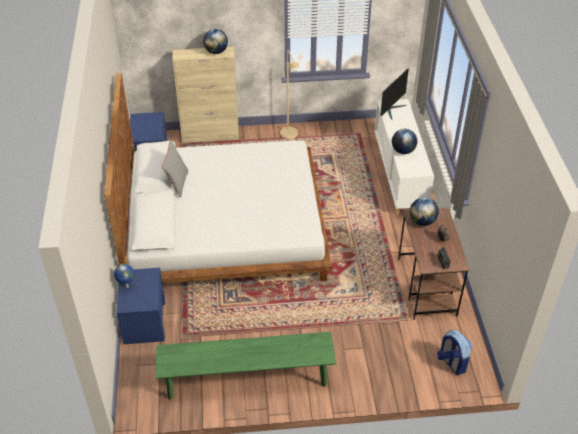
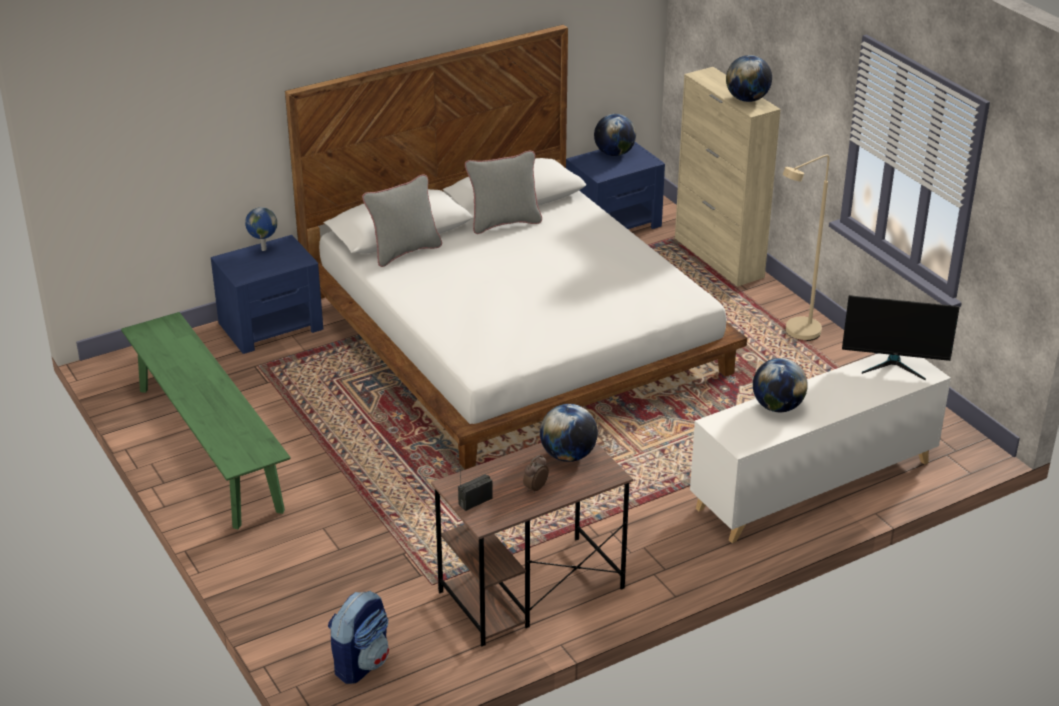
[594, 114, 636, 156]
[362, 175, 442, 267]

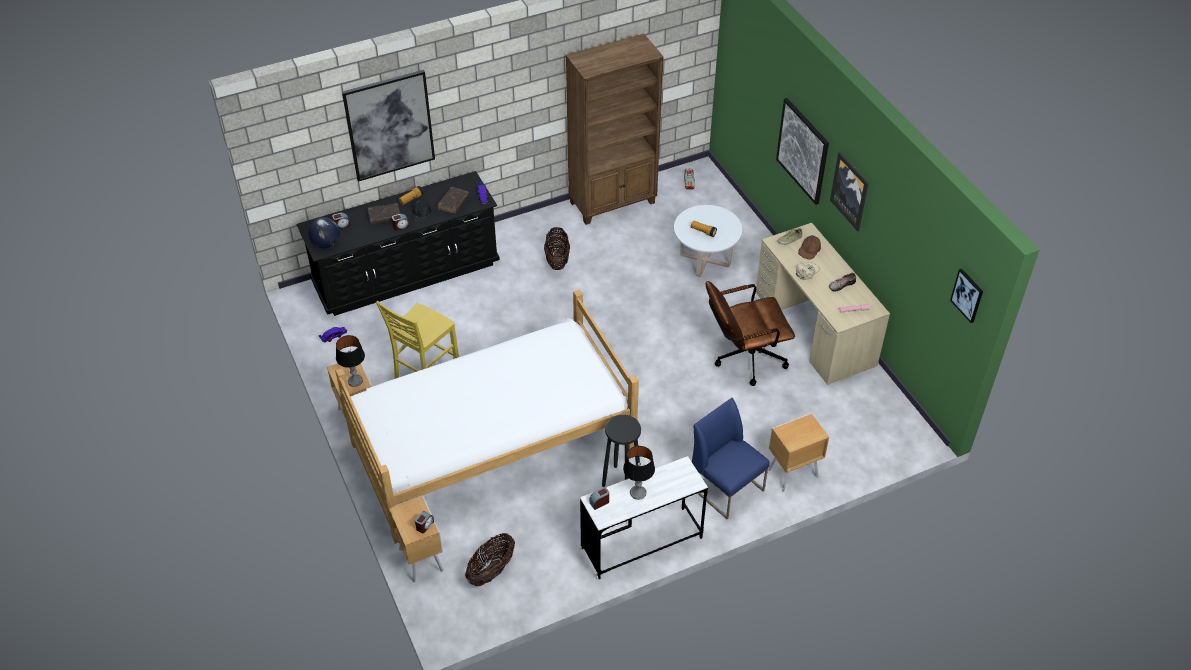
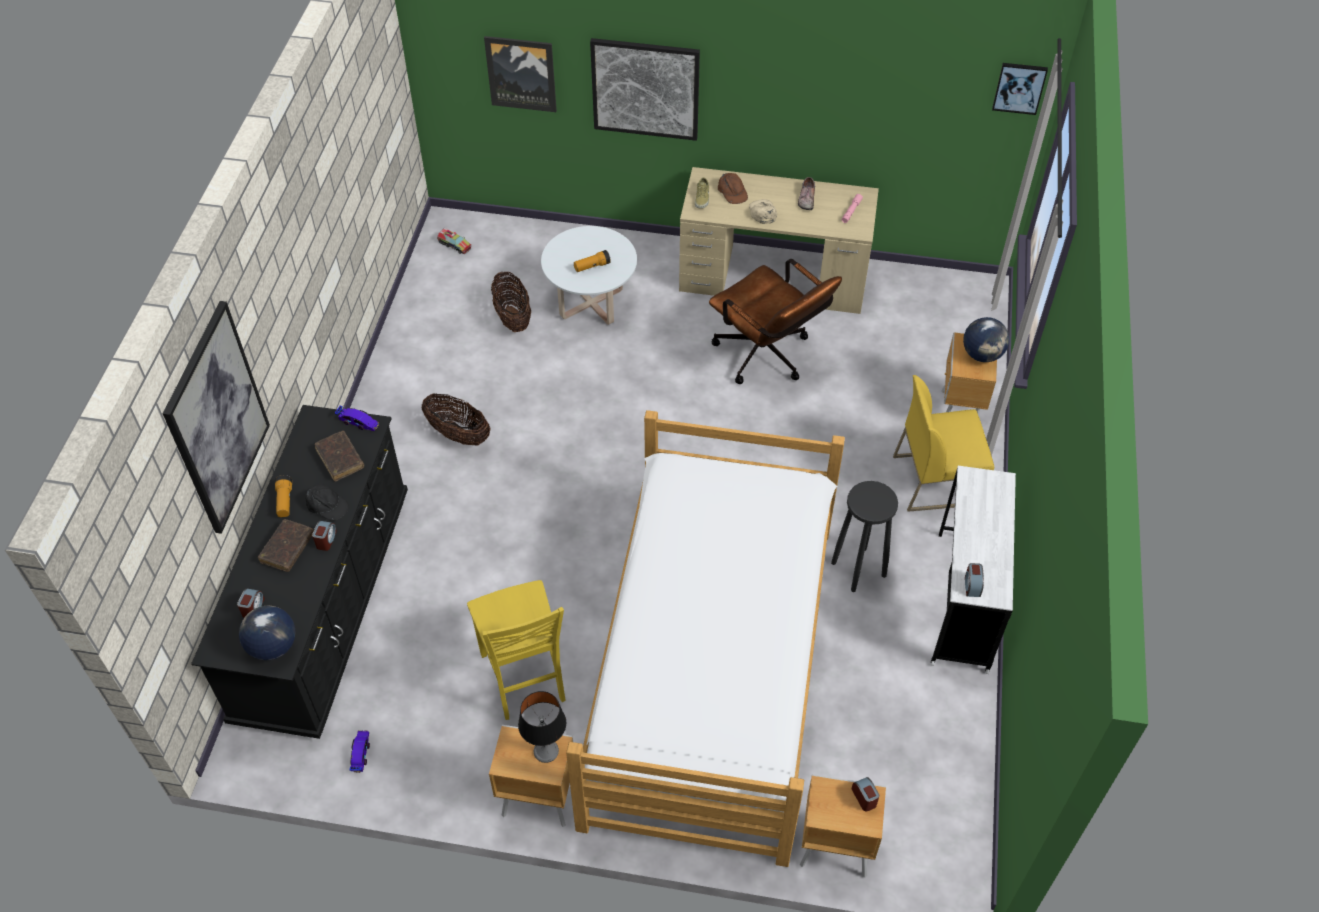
[566, 34, 664, 225] (first image)
[484, 36, 557, 112]
[709, 259, 842, 384]
[893, 375, 994, 512]
[623, 446, 655, 500] (first image)
[491, 272, 531, 332]
[963, 317, 1009, 362]

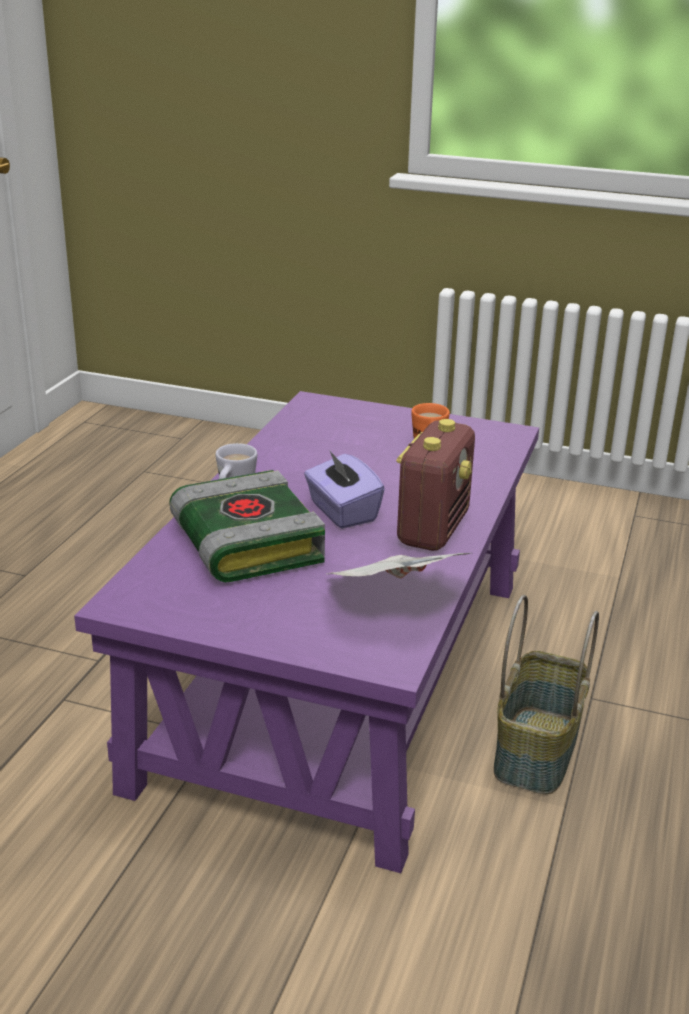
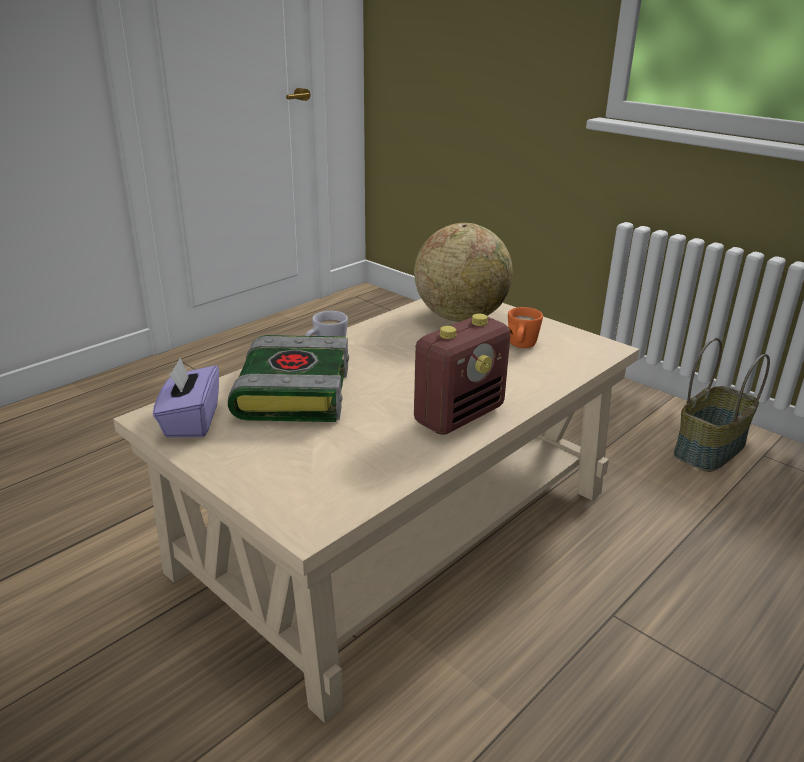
[113, 299, 639, 723]
[153, 358, 219, 437]
[331, 553, 470, 578] (first image)
[674, 338, 770, 472]
[414, 223, 513, 322]

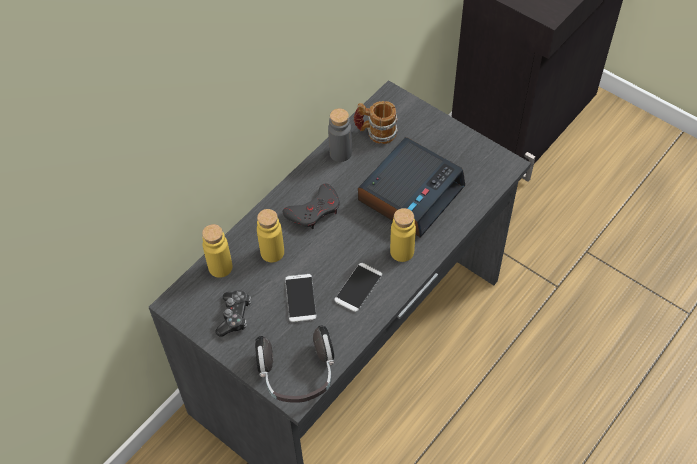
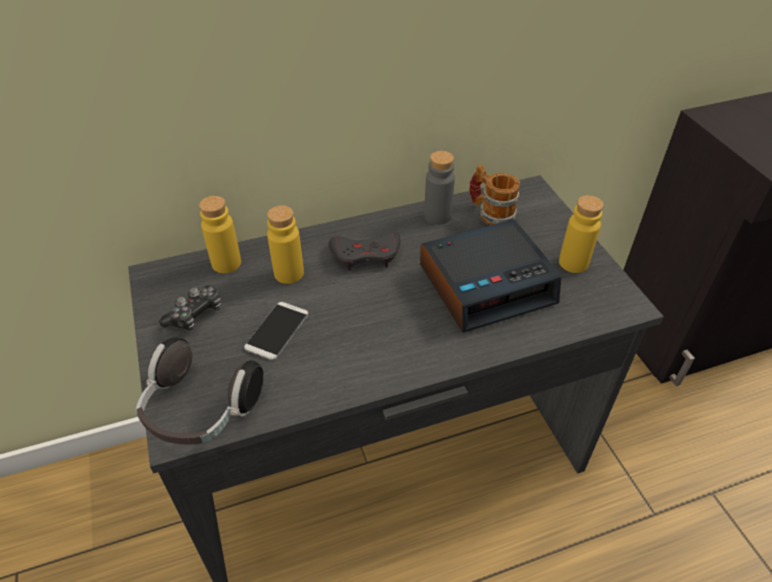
[559, 195, 604, 273]
[334, 263, 382, 312] (first image)

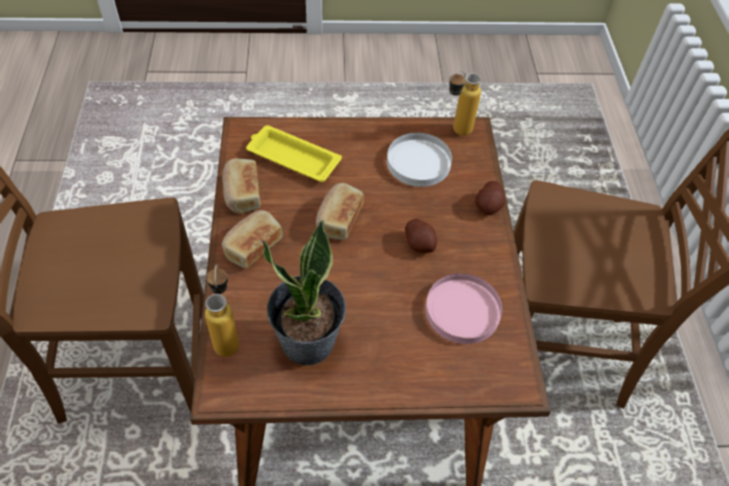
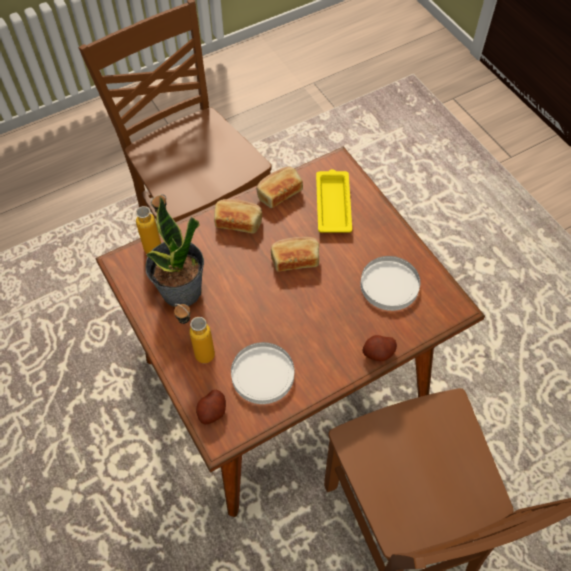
[174, 304, 215, 363]
[196, 390, 226, 424]
[231, 342, 294, 404]

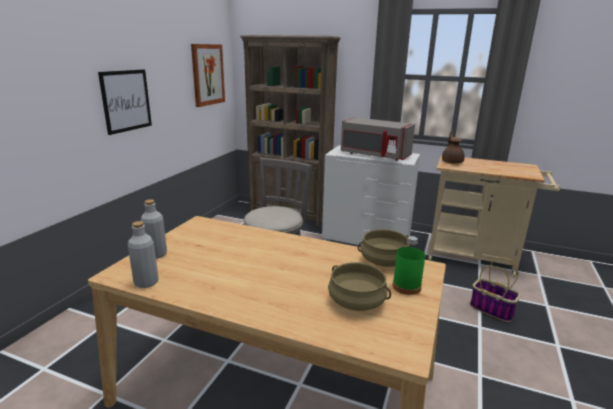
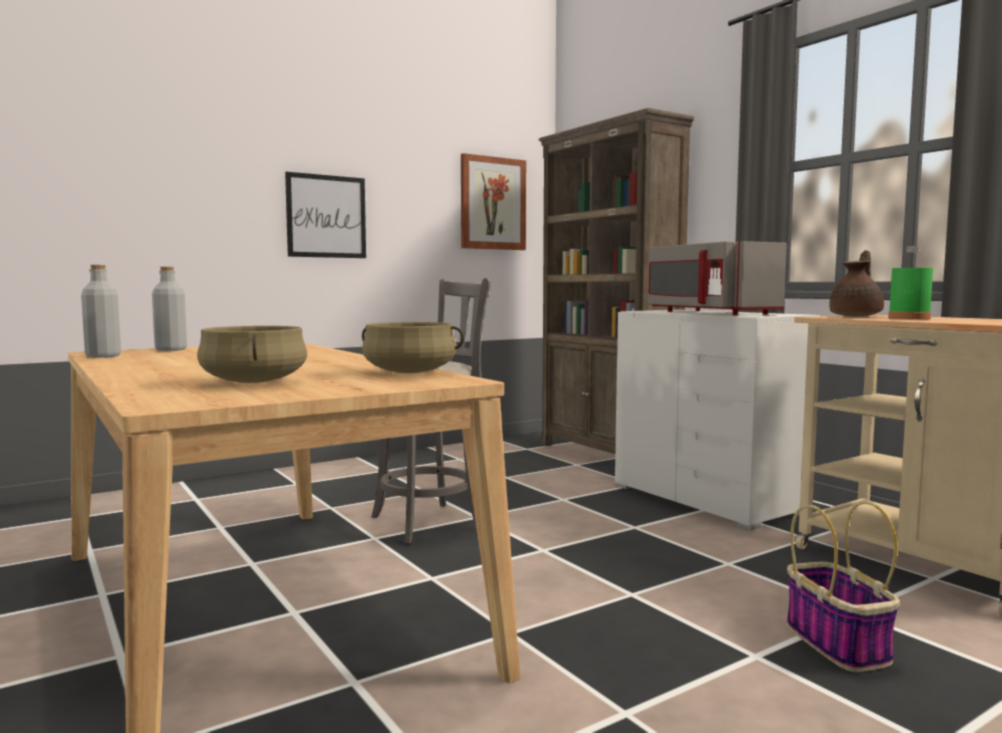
[888, 246, 933, 319]

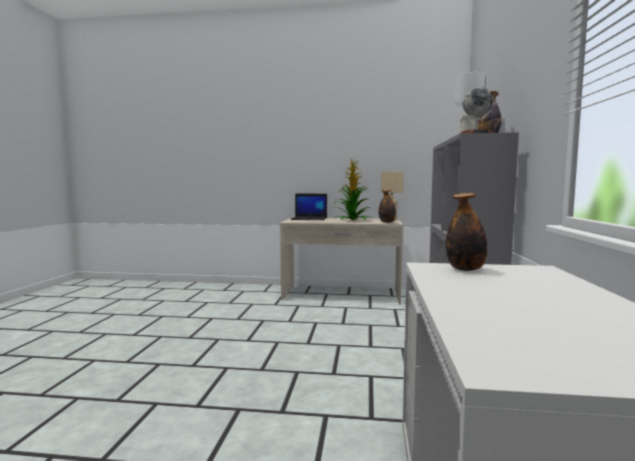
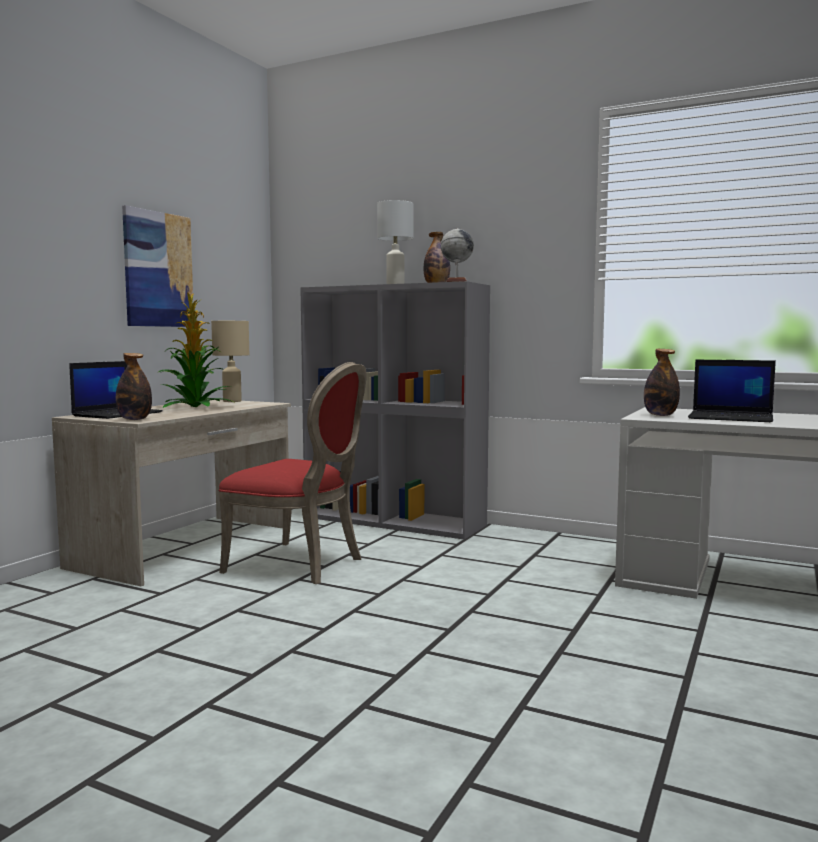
[116, 353, 152, 420]
[122, 205, 193, 327]
[688, 360, 776, 422]
[219, 362, 367, 584]

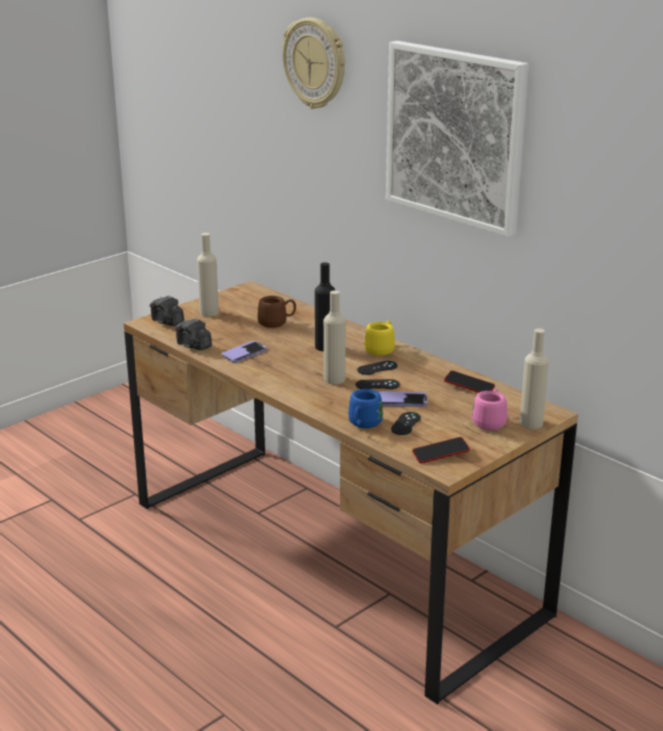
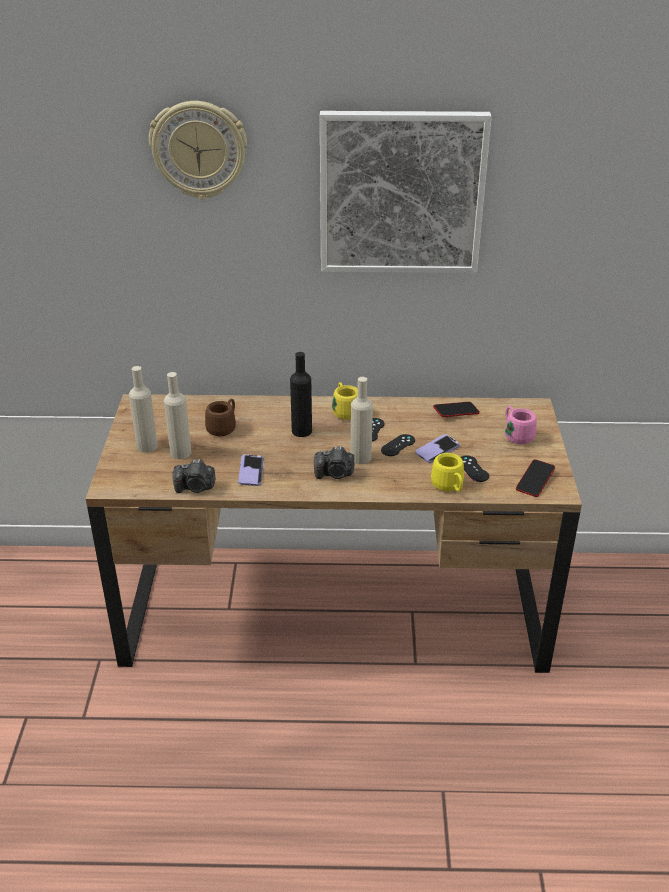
[314, 446, 355, 479]
[164, 372, 191, 459]
[431, 453, 464, 492]

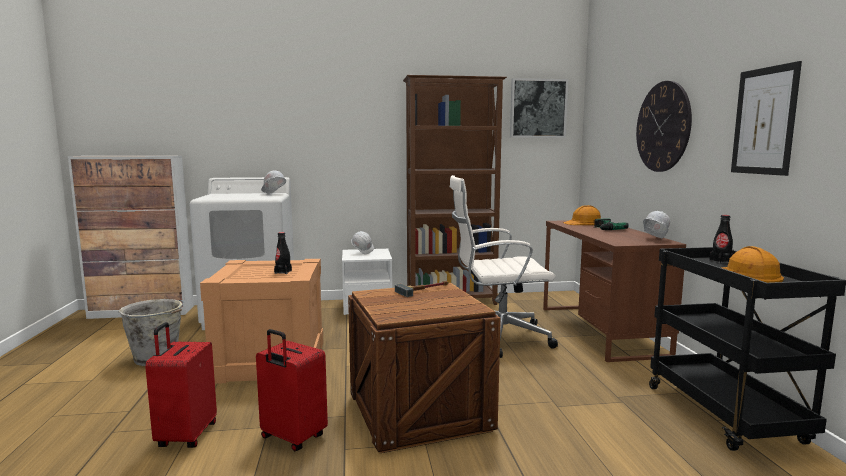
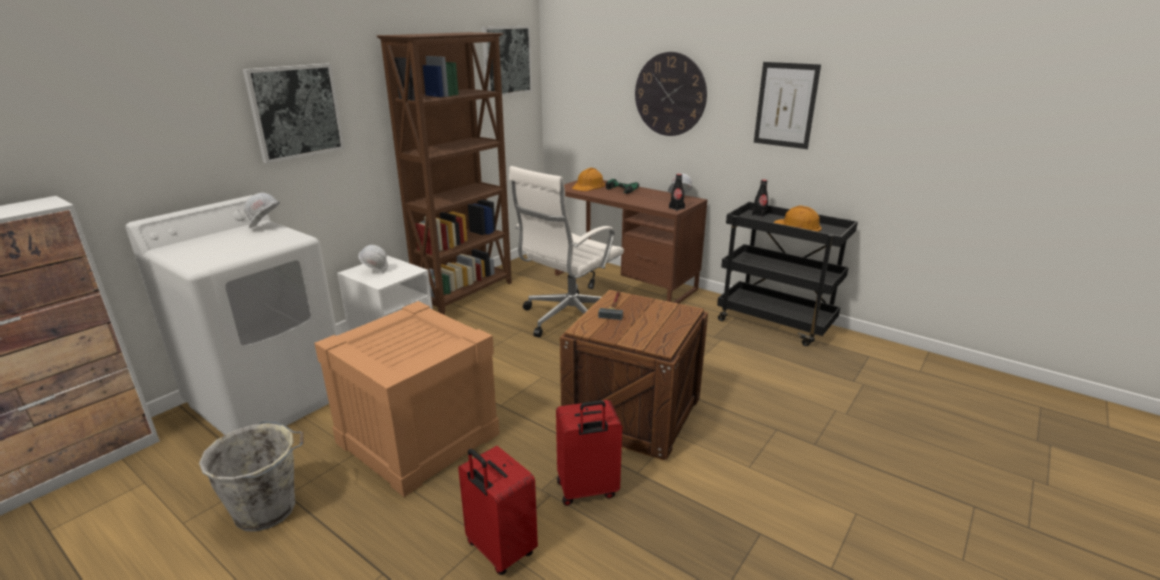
[669, 174, 685, 211]
[243, 63, 345, 163]

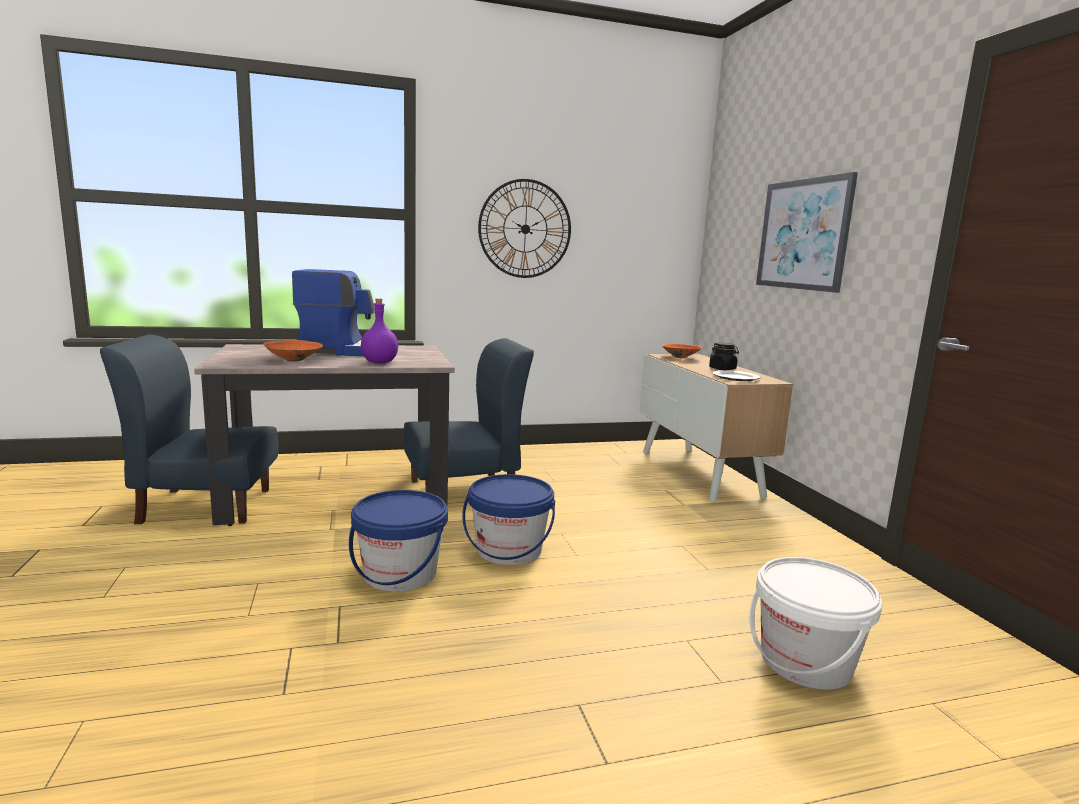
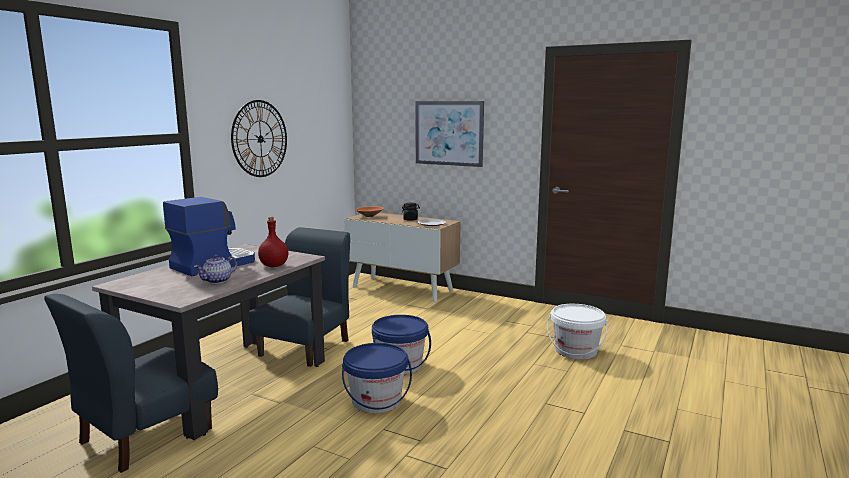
[258, 217, 288, 267]
[194, 255, 237, 284]

